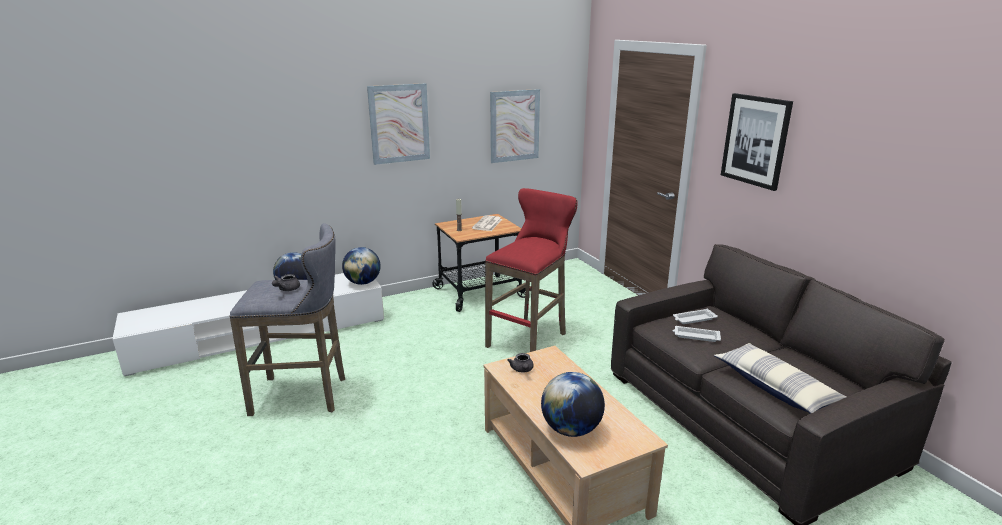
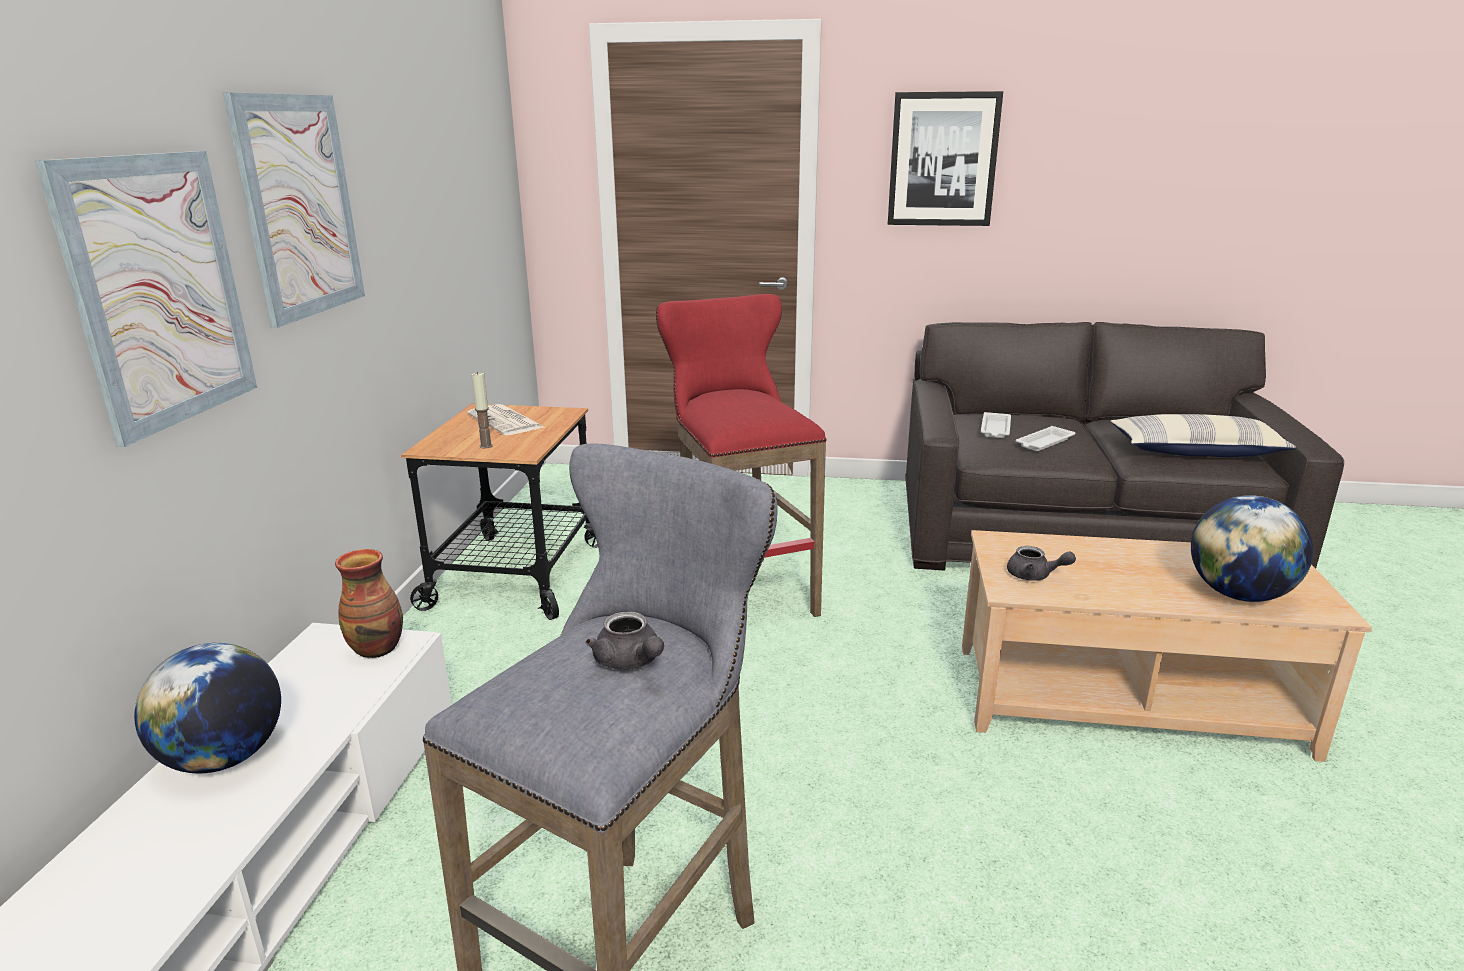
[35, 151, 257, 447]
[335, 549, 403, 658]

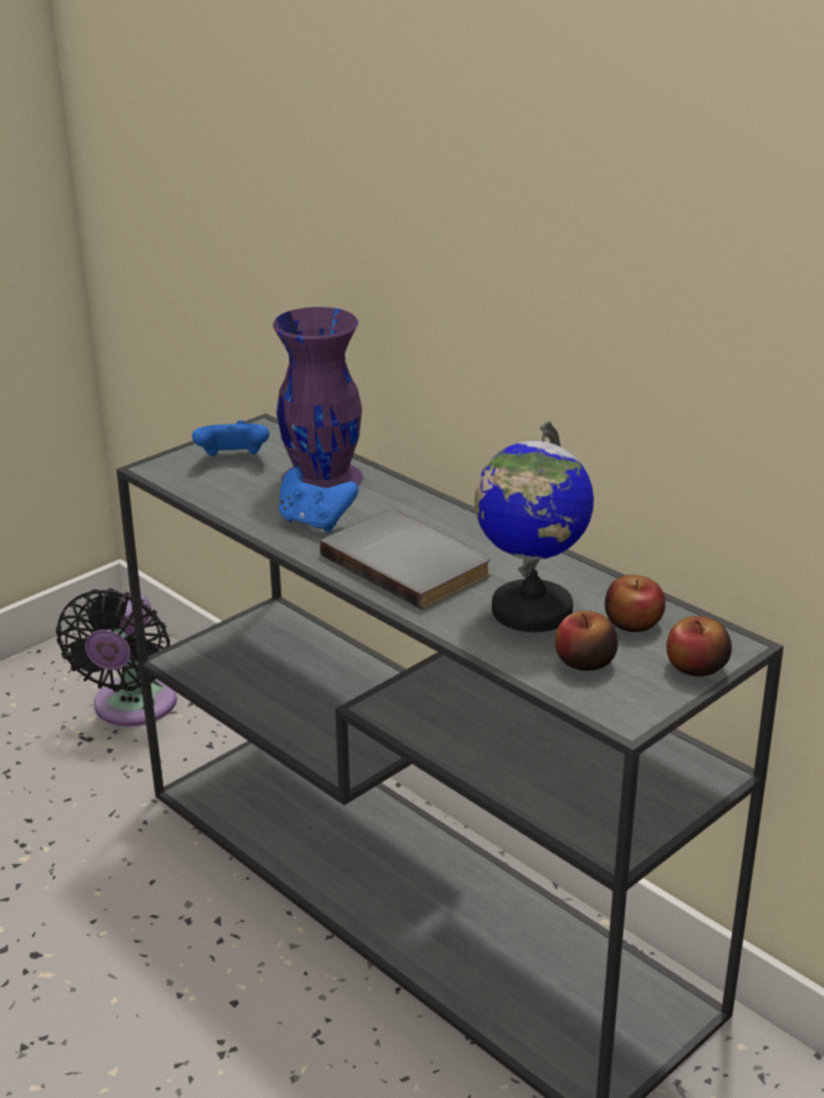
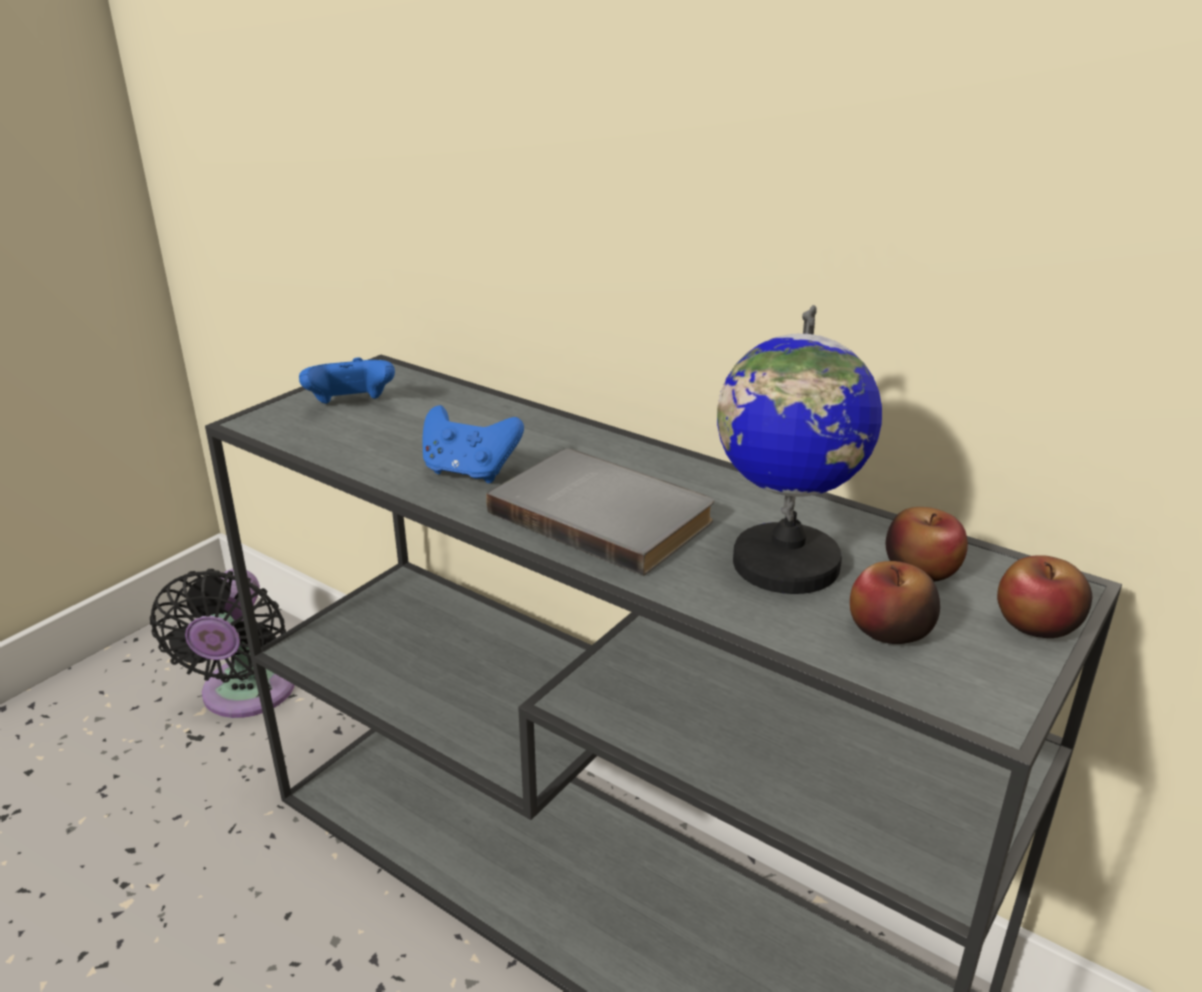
[273, 307, 363, 488] (first image)

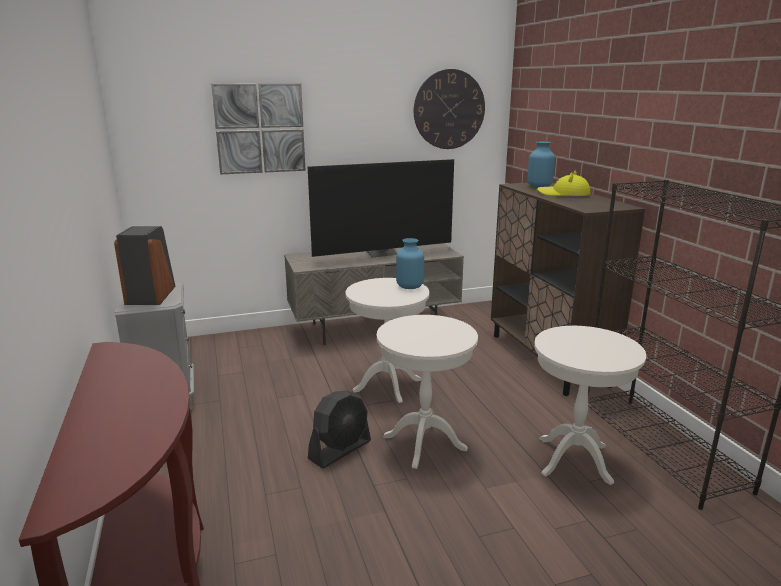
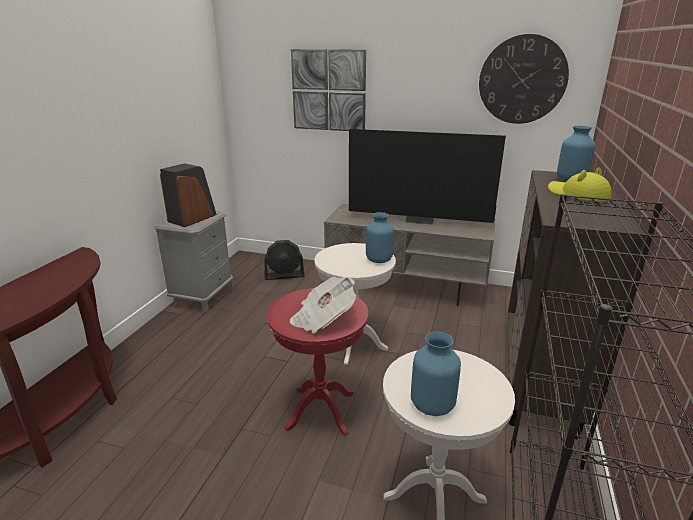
[267, 288, 368, 436]
[264, 240, 305, 280]
[290, 277, 356, 333]
[411, 332, 461, 416]

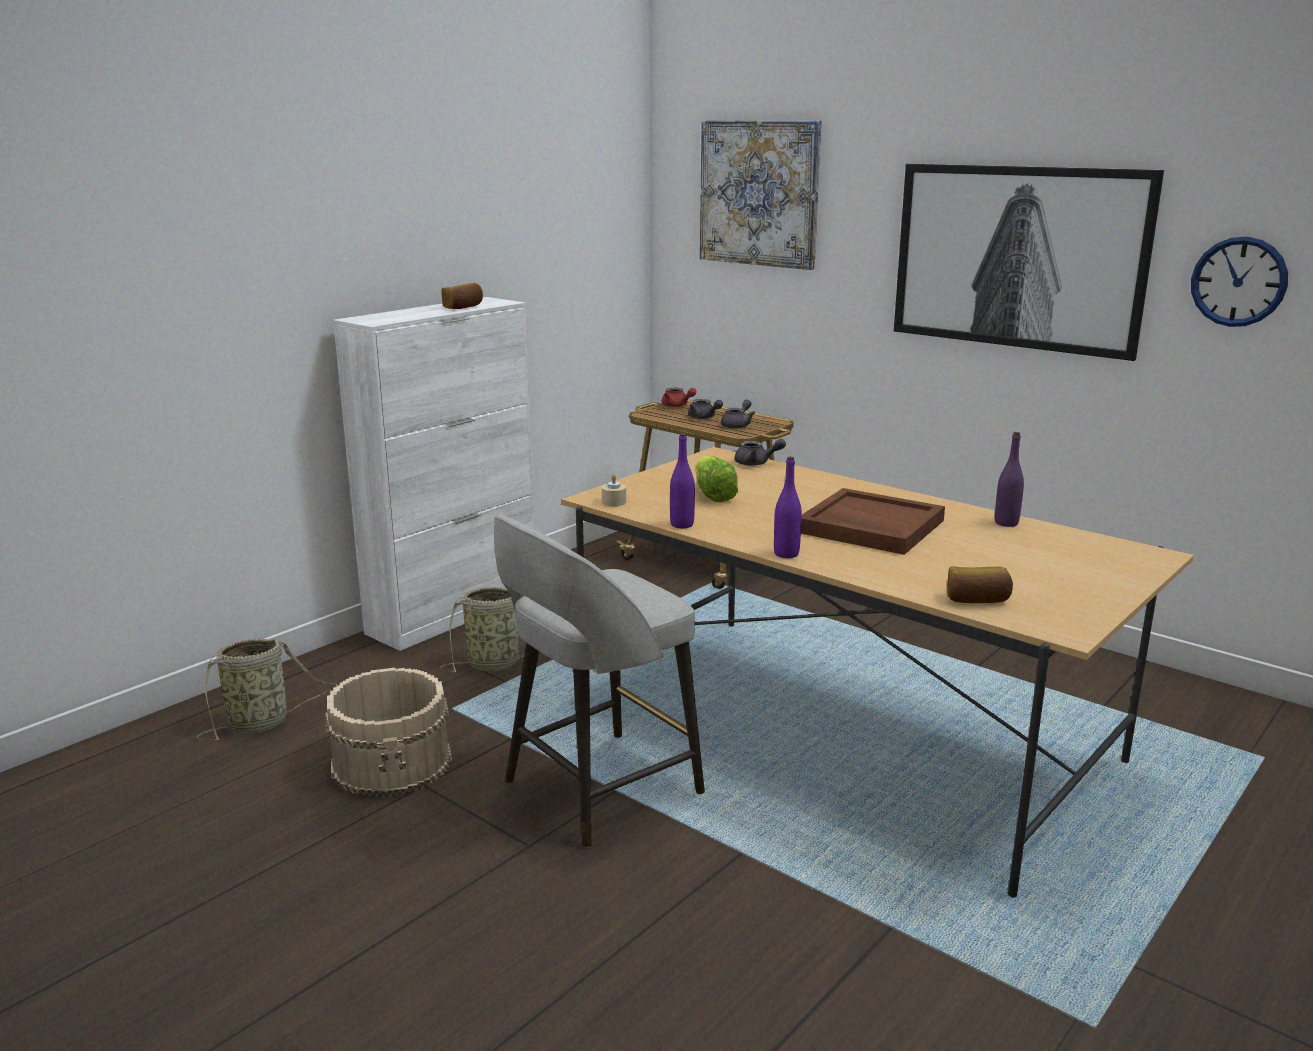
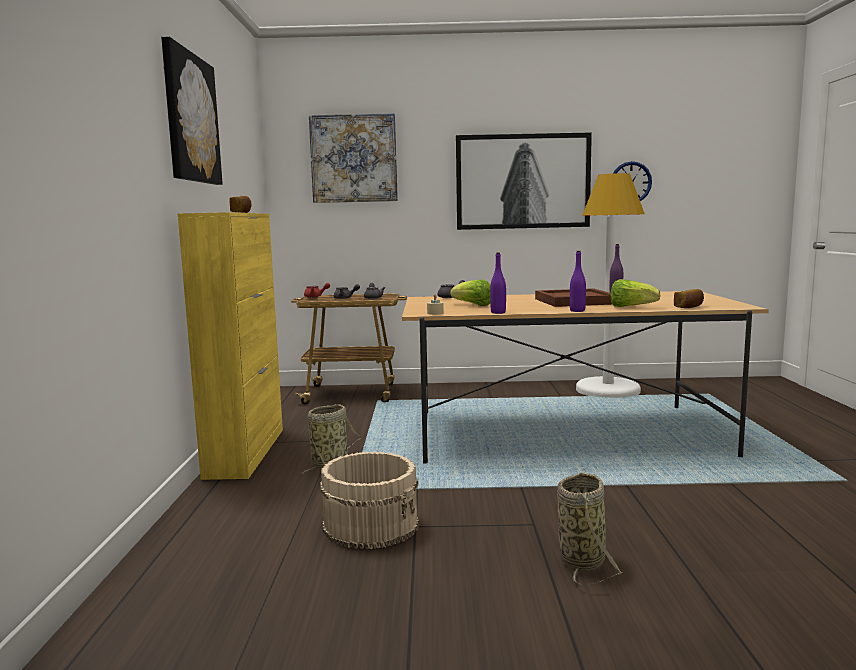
[177, 212, 283, 480]
[494, 515, 705, 848] (first image)
[557, 473, 623, 585]
[161, 36, 223, 185]
[576, 173, 645, 398]
[610, 279, 661, 307]

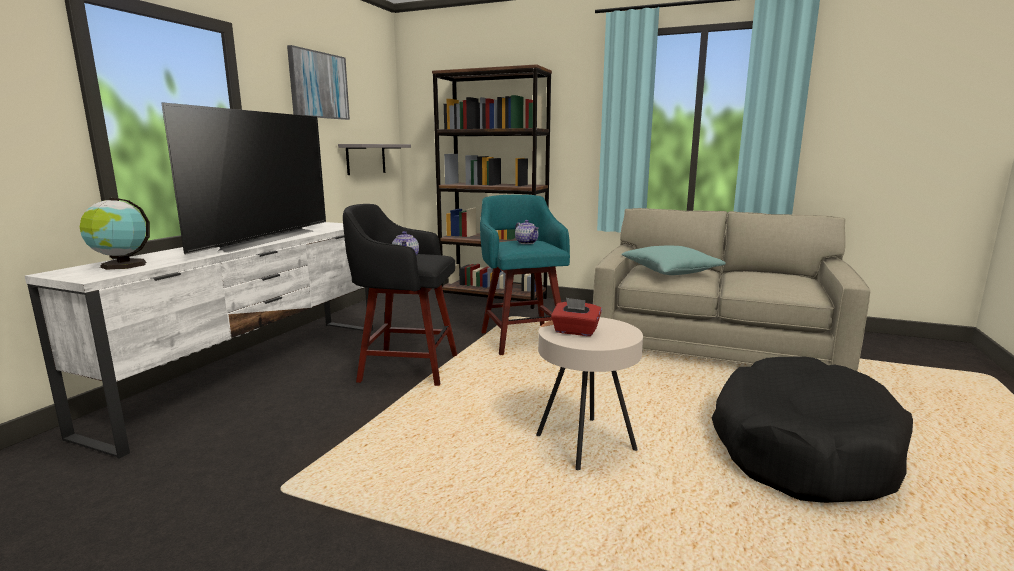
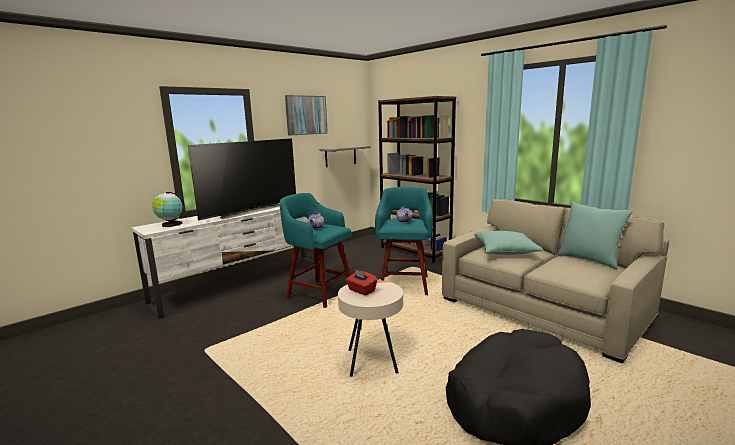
[280, 193, 351, 308]
[558, 201, 633, 269]

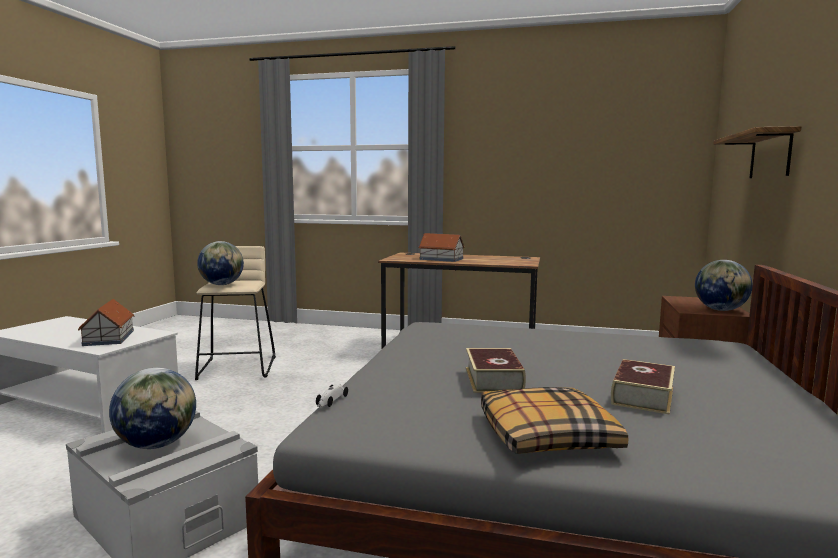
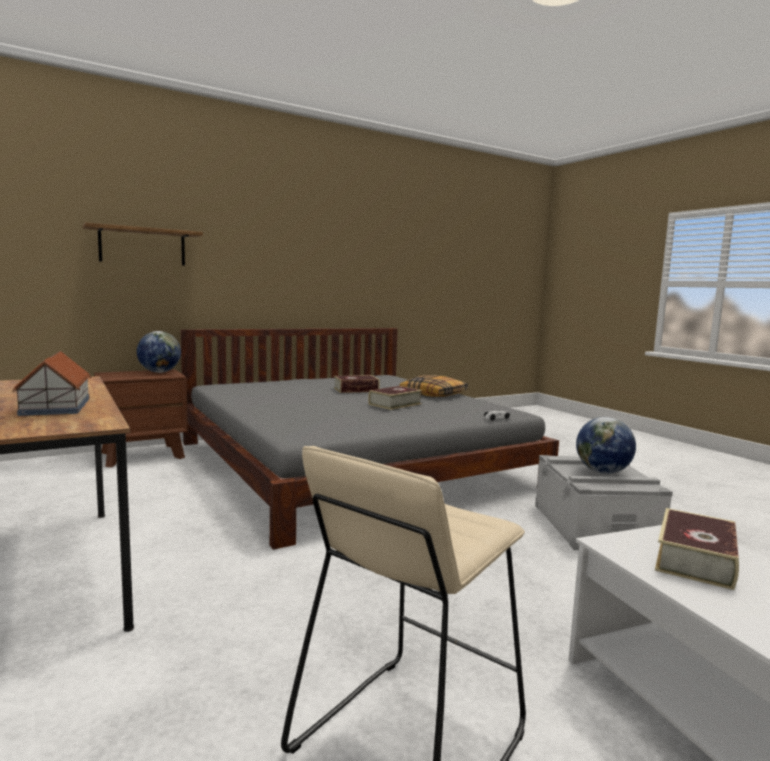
[197, 241, 244, 285] (first image)
[655, 508, 739, 590]

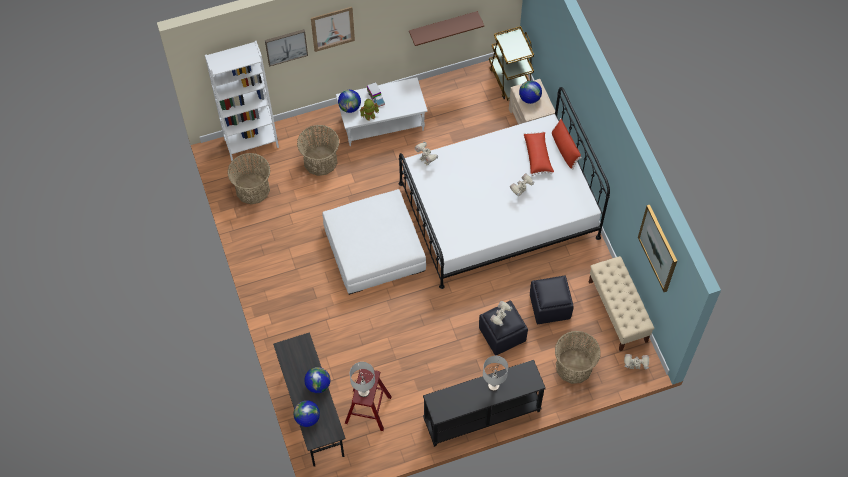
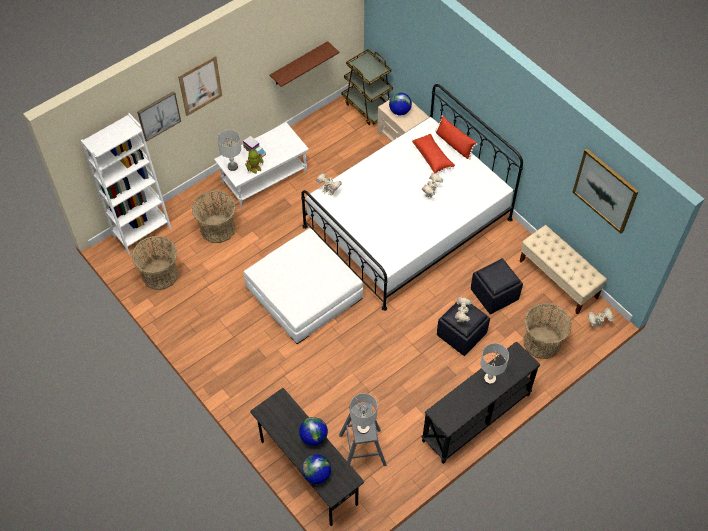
[217, 130, 241, 171]
[339, 403, 387, 466]

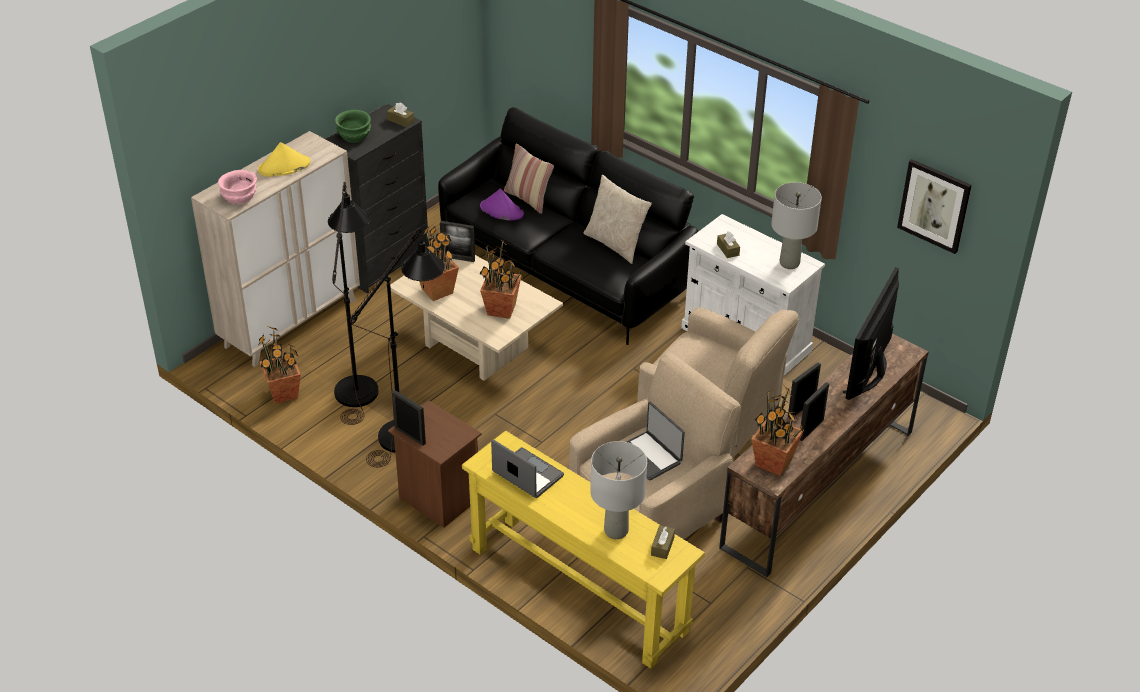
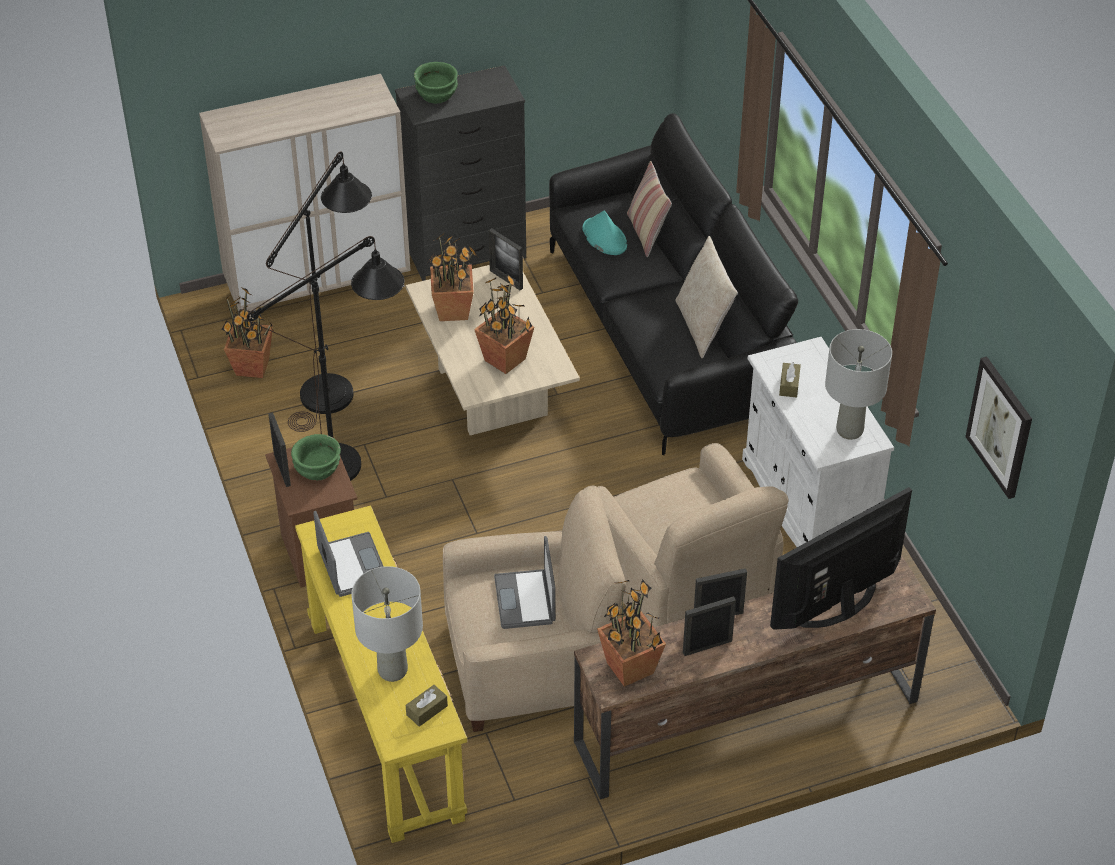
[387, 103, 414, 127] (first image)
[258, 142, 311, 177] (first image)
[218, 170, 257, 204] (first image)
[582, 211, 627, 255]
[291, 434, 341, 480]

